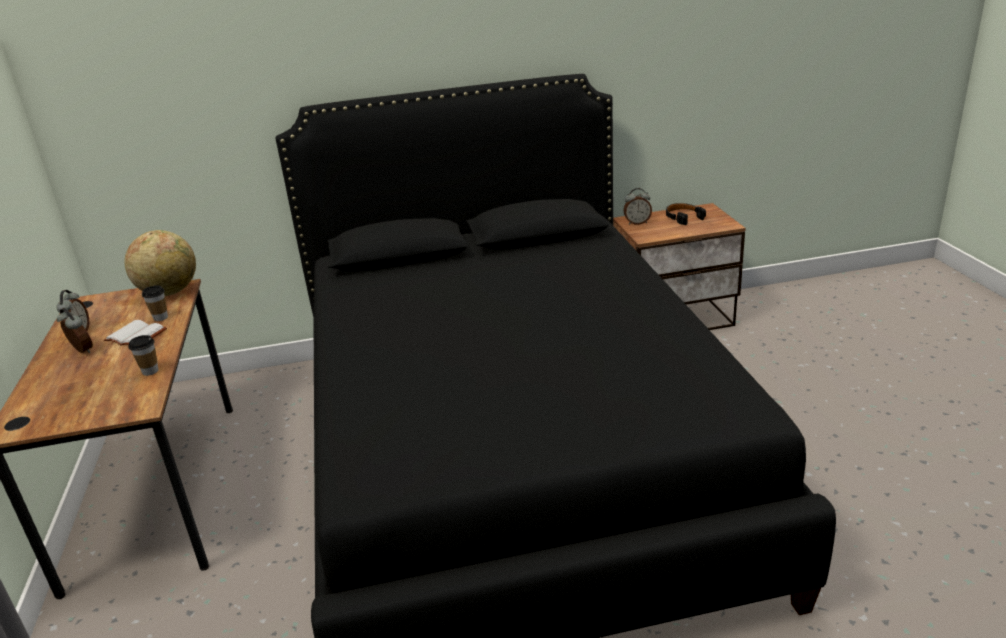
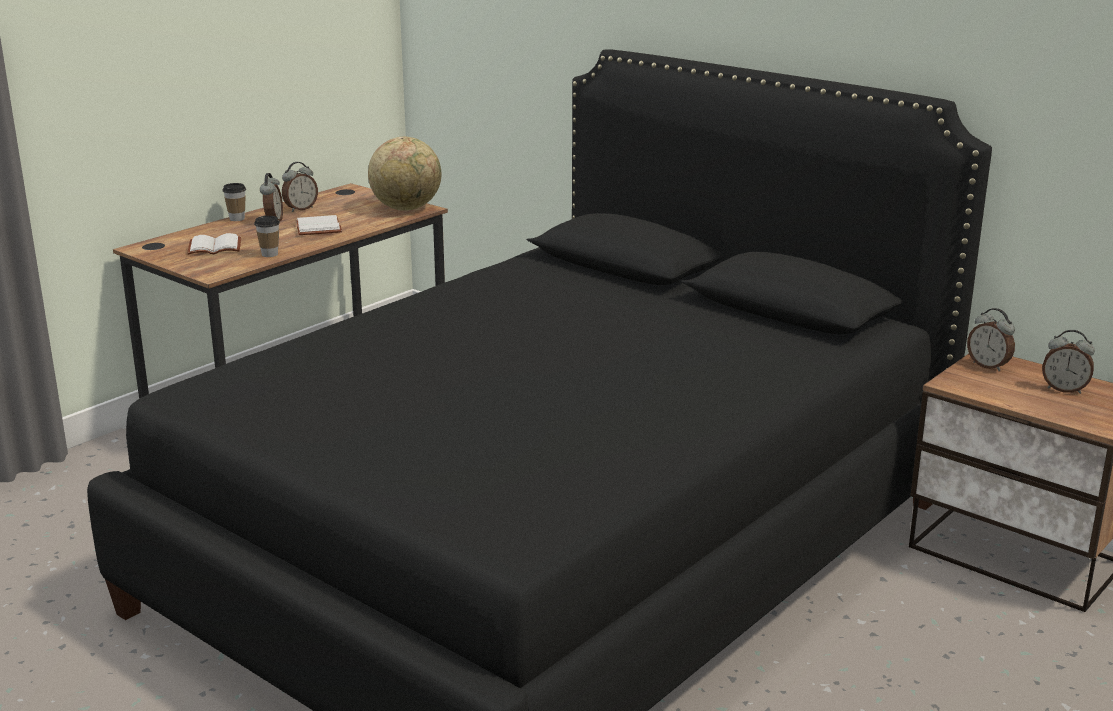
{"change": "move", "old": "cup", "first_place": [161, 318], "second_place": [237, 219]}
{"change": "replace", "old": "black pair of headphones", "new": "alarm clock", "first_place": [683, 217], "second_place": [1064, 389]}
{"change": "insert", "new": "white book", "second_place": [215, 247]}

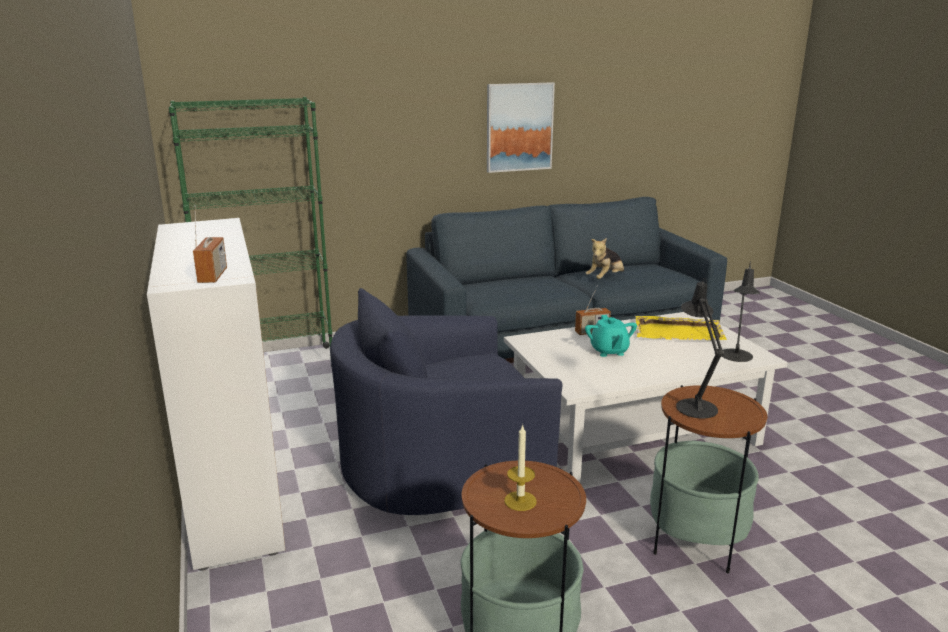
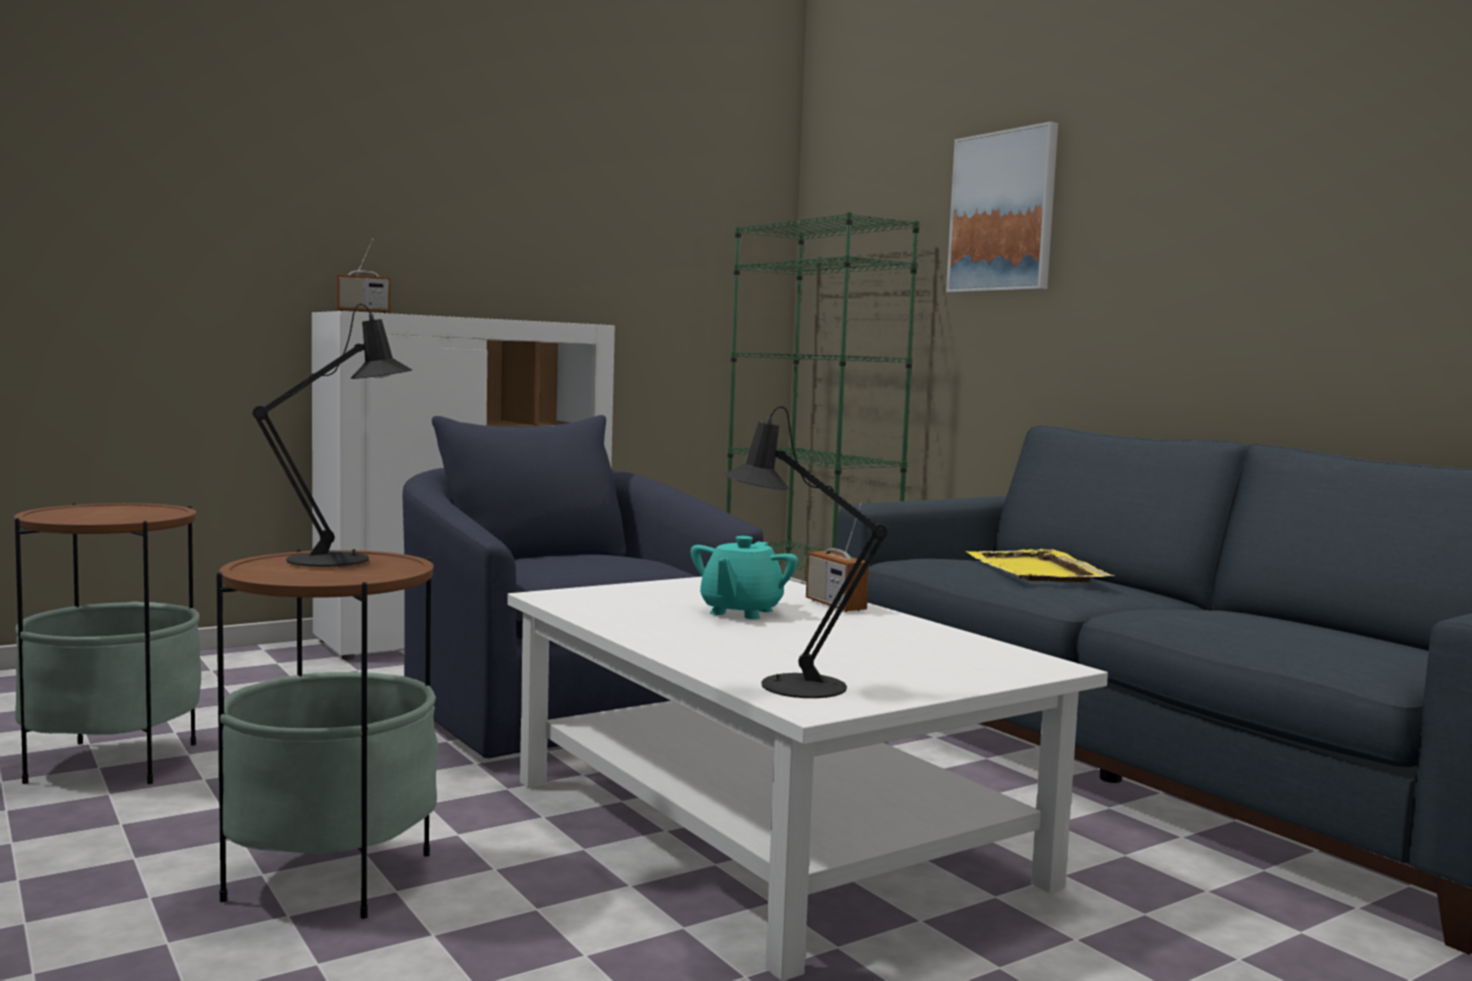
{"change": "move", "old": "wall art", "first_place": [519, 127], "second_place": [1003, 212]}
{"change": "delete", "old": "candle", "first_place": [520, 501]}
{"change": "delete", "old": "plush toy", "first_place": [605, 278]}
{"change": "rotate", "old": "blue-green pot for tea", "first_place": [609, 351], "second_place": [740, 612], "degrees": -45}
{"change": "move", "old": "yellow carrying tray", "first_place": [679, 332], "second_place": [1035, 571]}

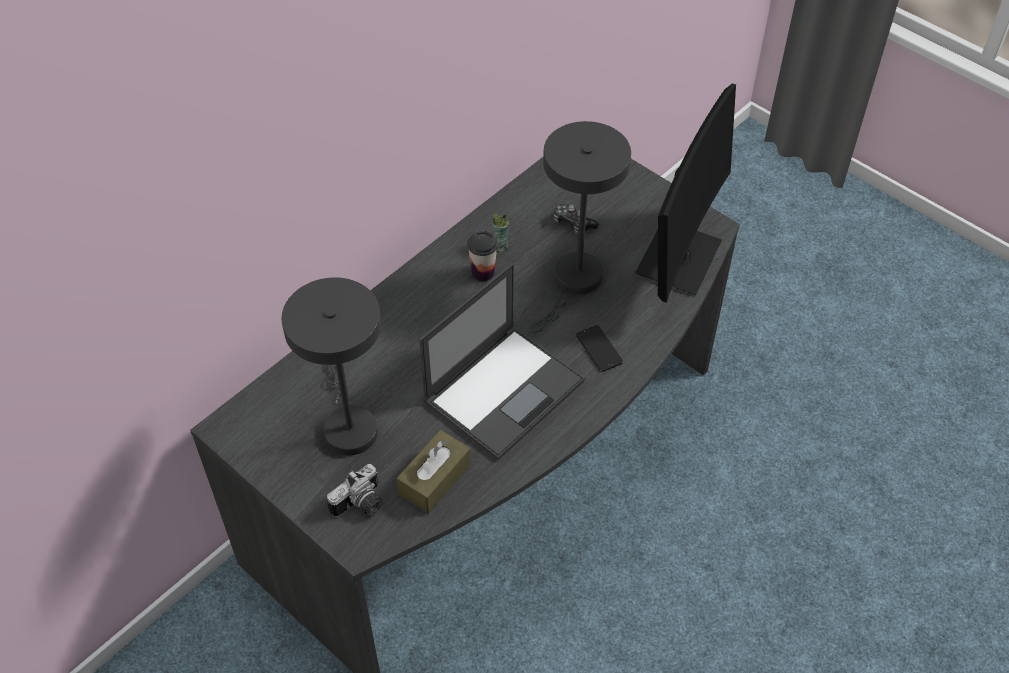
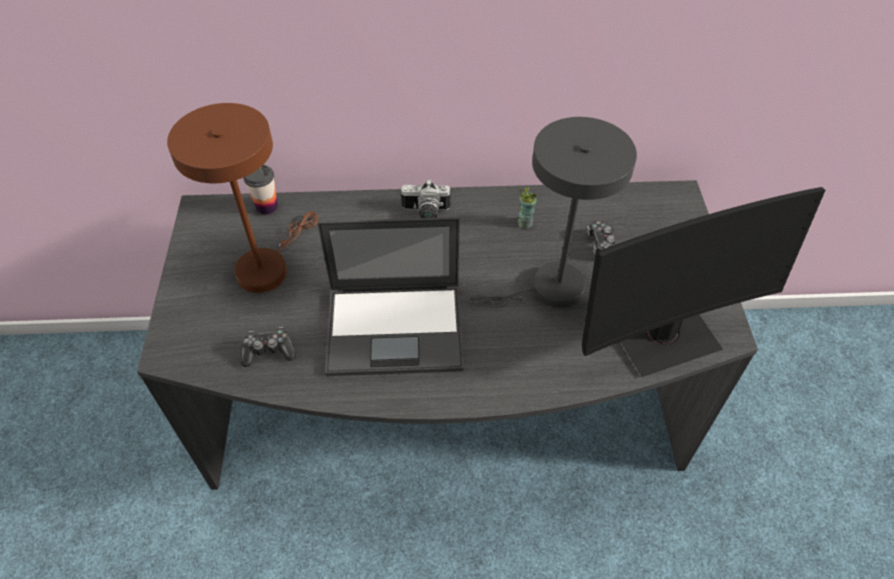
{"change": "recolor", "old": "gray lamp for a table", "new": "brown-coloured lamp for a table", "first_place": [348, 425], "second_place": [267, 266]}
{"change": "move", "old": "still camera", "first_place": [361, 505], "second_place": [425, 213]}
{"change": "replace", "old": "brown-coloured tissue box", "new": "game controller", "first_place": [434, 479], "second_place": [268, 351]}
{"change": "move", "old": "cup", "first_place": [483, 272], "second_place": [267, 206]}
{"change": "delete", "old": "telephone", "first_place": [599, 349]}

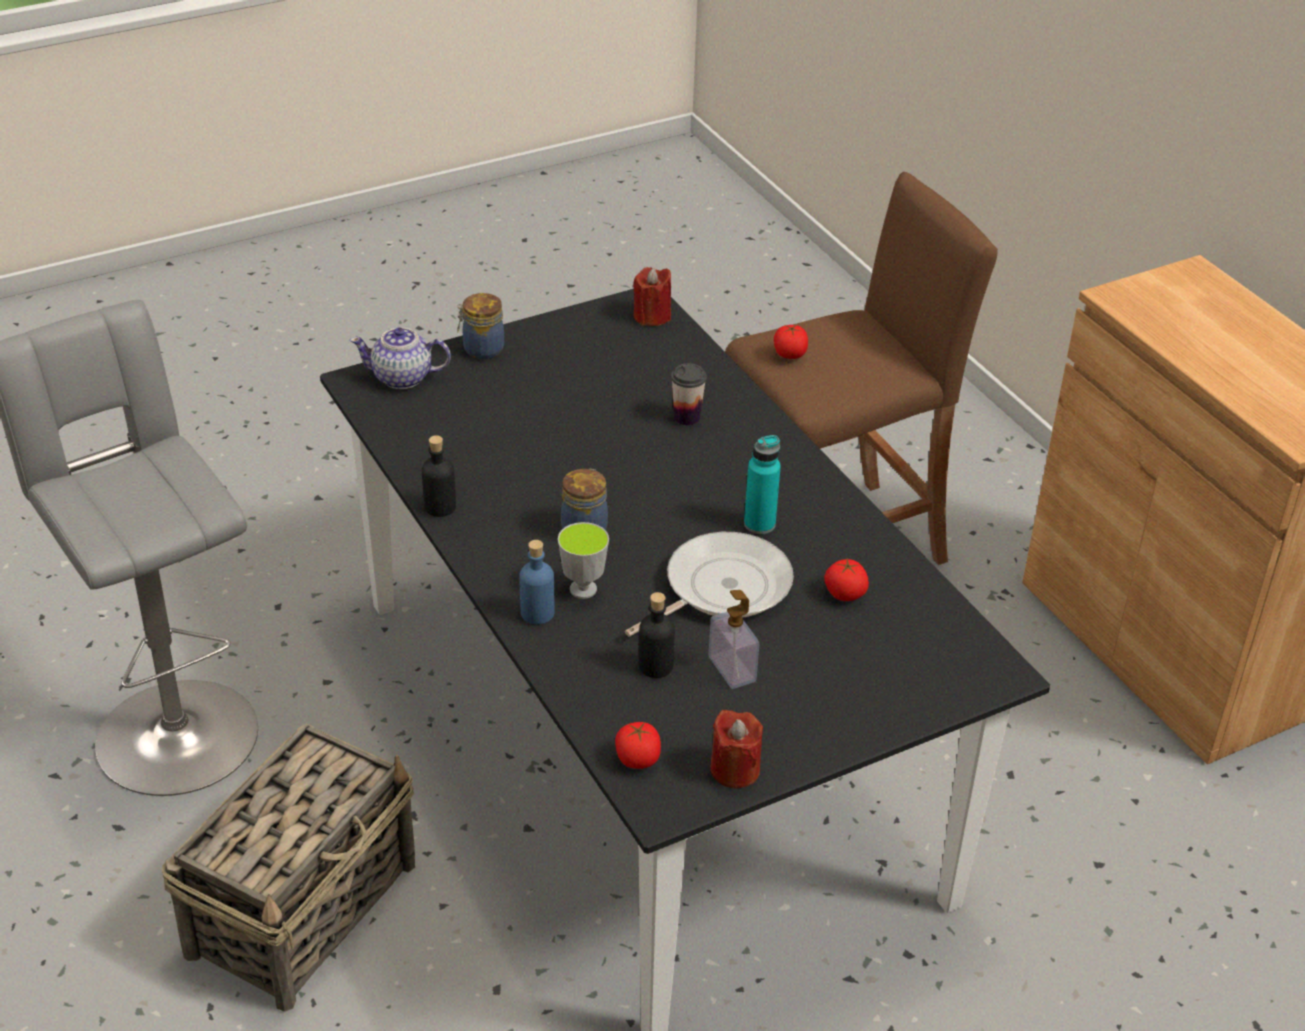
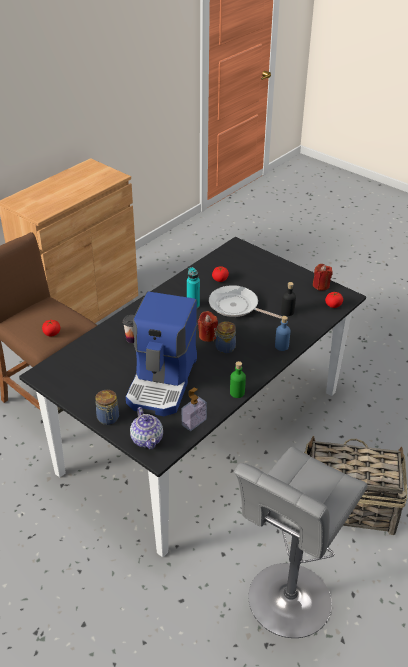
{"change": "recolor", "old": "black beverage bottle", "new": "green beverage bottle", "first_place": [440, 507], "second_place": [237, 393]}
{"change": "delete", "old": "cup", "first_place": [583, 589]}
{"change": "move", "old": "reddish candle", "first_place": [652, 316], "second_place": [207, 335]}
{"change": "move", "old": "soap bottle", "first_place": [732, 669], "second_place": [194, 422]}
{"change": "insert", "new": "coffee machine", "second_place": [163, 382]}

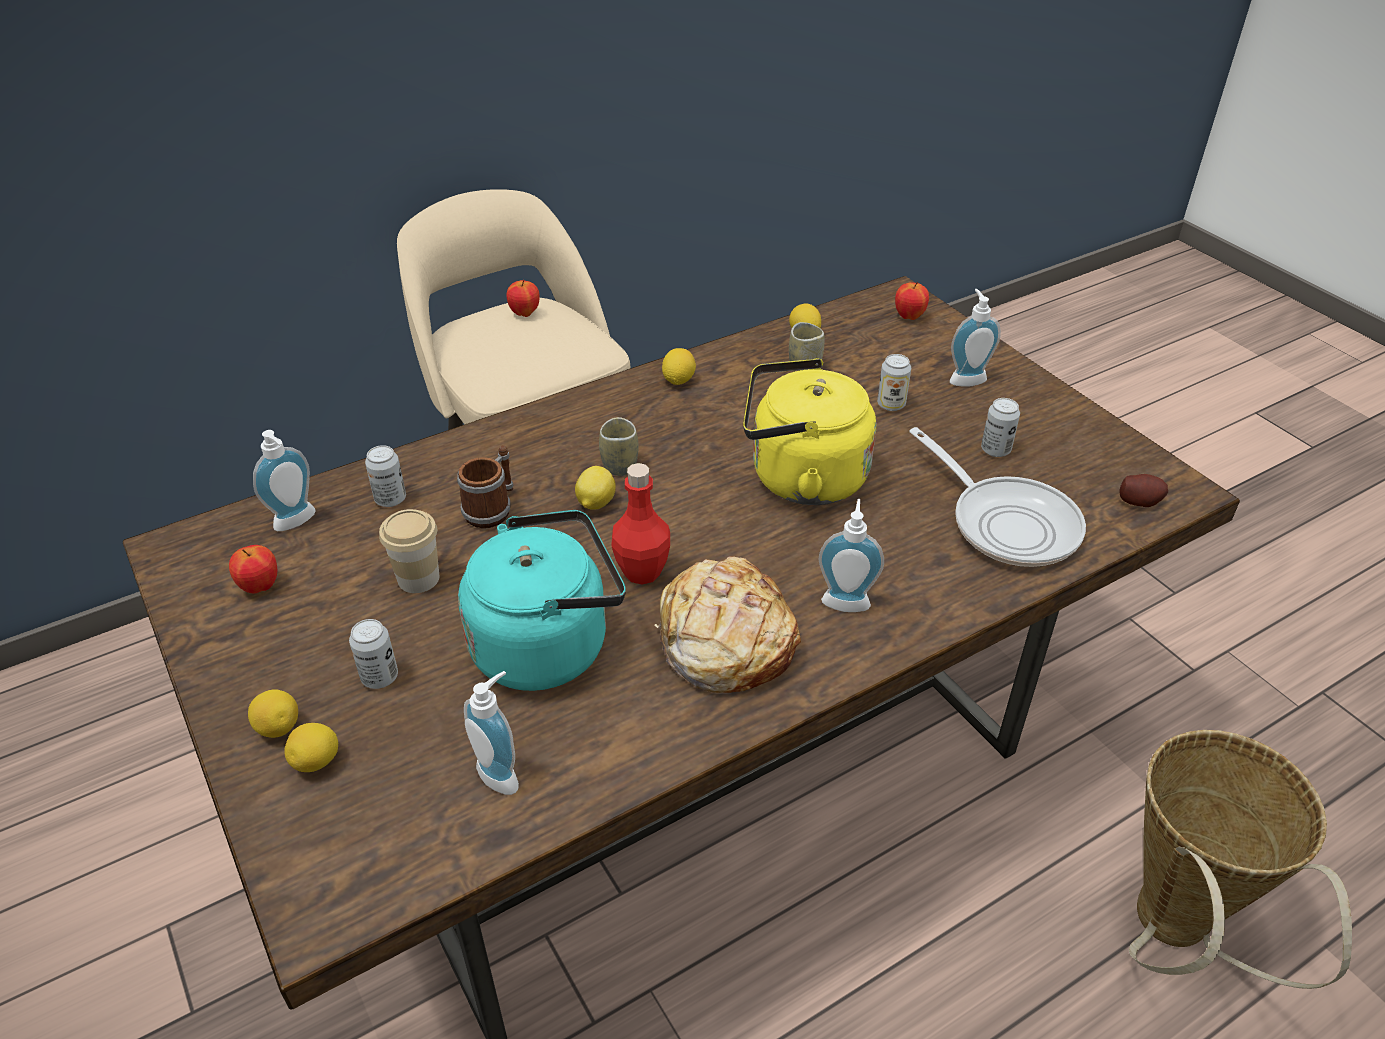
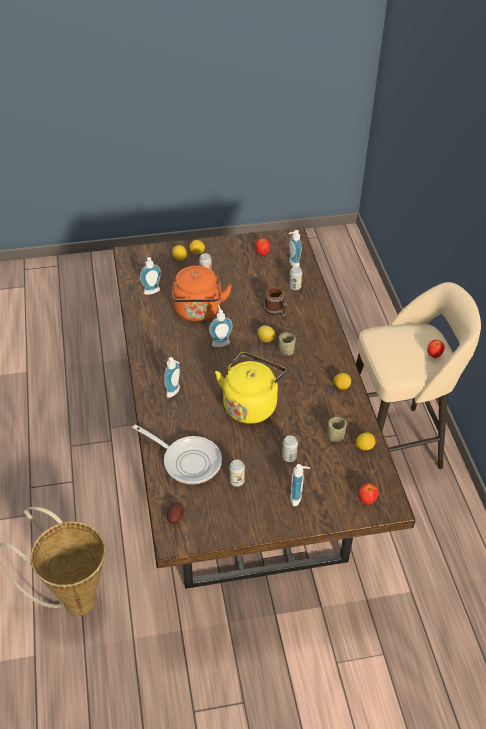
{"change": "delete", "old": "cup", "first_place": [418, 578]}
{"change": "recolor", "old": "blue-green water kettle", "new": "orange-coloured water kettle", "first_place": [548, 645], "second_place": [198, 311]}
{"change": "replace", "old": "reddish beverage bottle", "new": "soap bottle", "first_place": [642, 571], "second_place": [220, 342]}
{"change": "delete", "old": "bakery bread", "first_place": [724, 641]}
{"change": "rotate", "old": "skillet", "first_place": [1007, 523], "second_place": [188, 461], "degrees": -135}

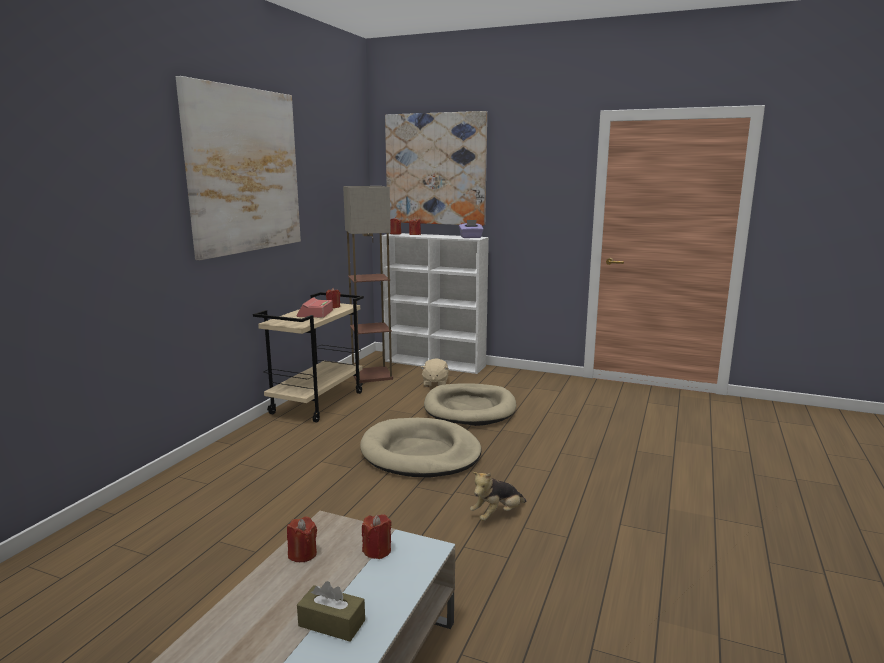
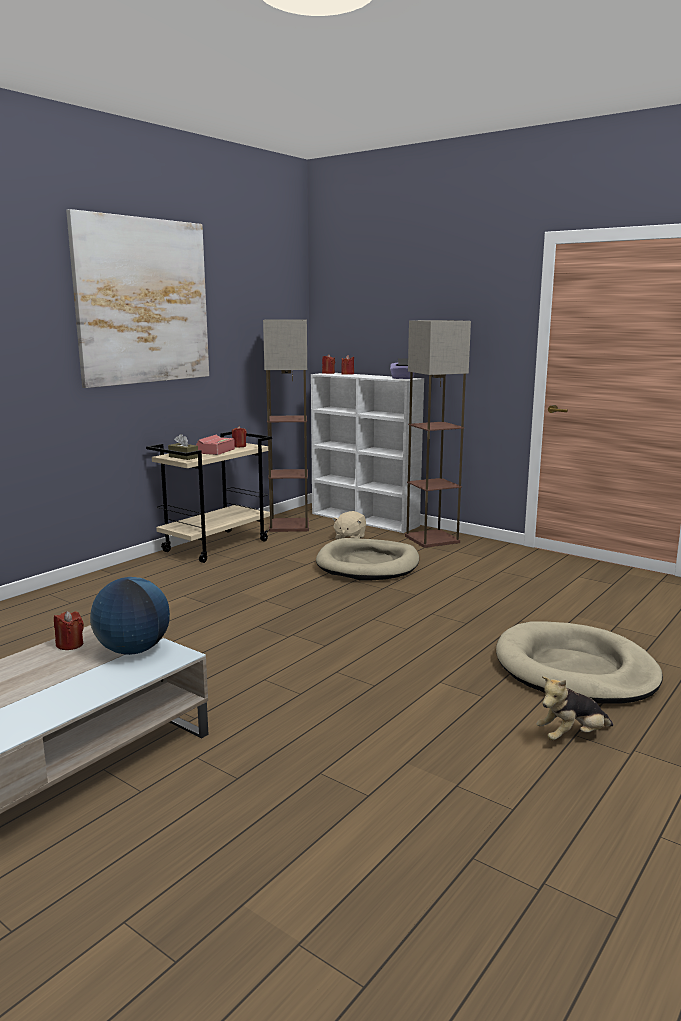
{"change": "move", "old": "brown-coloured tissue box", "first_place": [332, 623], "second_place": [183, 457]}
{"change": "move", "old": "sand-coloured dog bed", "first_place": [420, 453], "second_place": [575, 670]}
{"change": "replace", "old": "reddish candle", "new": "world globe", "first_place": [377, 551], "second_place": [133, 650]}
{"change": "delete", "old": "wall art", "first_place": [435, 169]}
{"change": "move", "old": "plush toy", "first_place": [497, 515], "second_place": [572, 736]}
{"change": "insert", "new": "standard lamp", "second_place": [433, 539]}

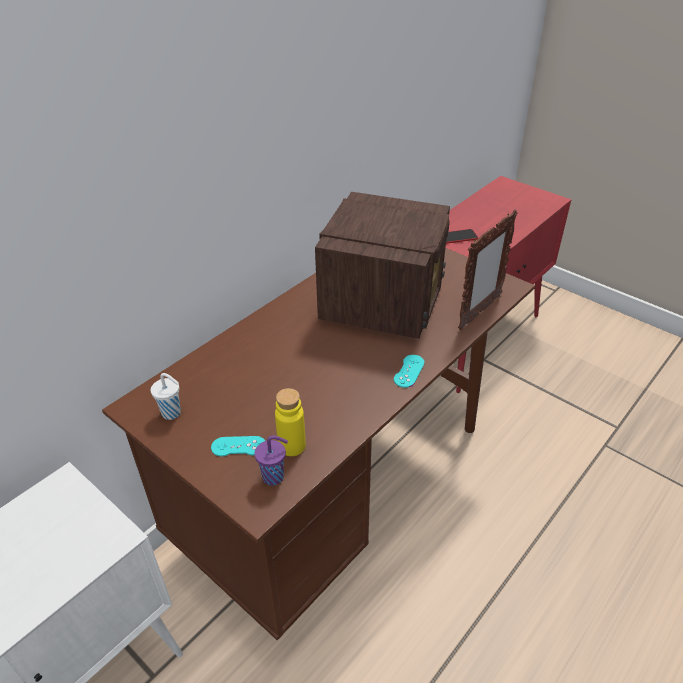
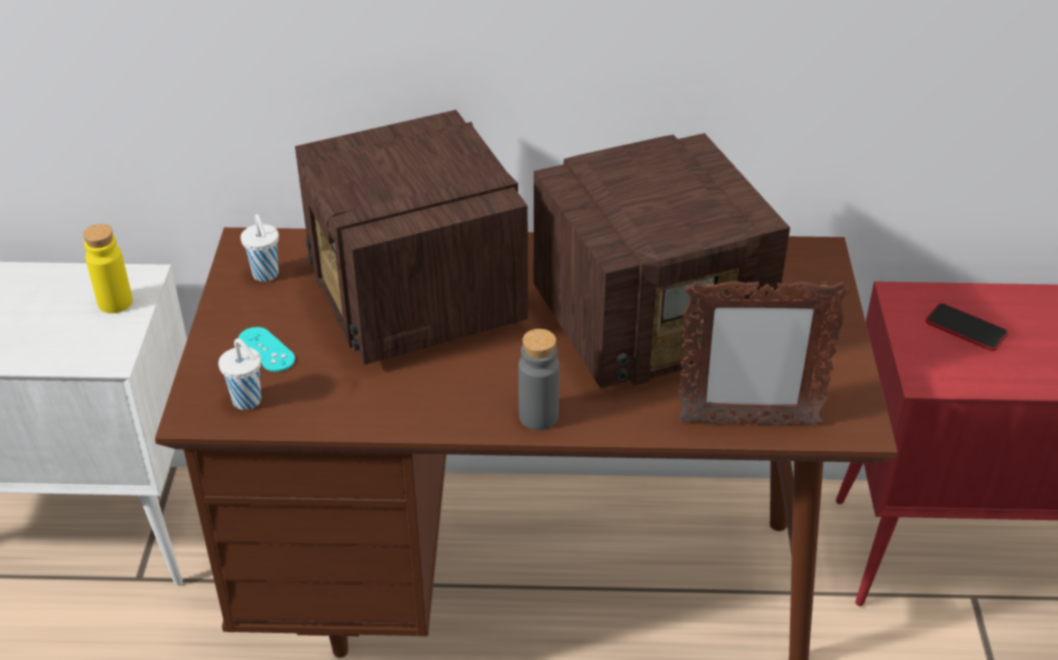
{"change": "recolor", "old": "purple-coloured cup", "new": "white cup", "first_place": [274, 477], "second_place": [248, 401]}
{"change": "move", "old": "yellow beverage bottle", "first_place": [292, 446], "second_place": [115, 302]}
{"change": "replace", "old": "blue-green game controller", "new": "gray beverage bottle", "first_place": [409, 371], "second_place": [538, 416]}
{"change": "insert", "new": "radio", "second_place": [416, 301]}

